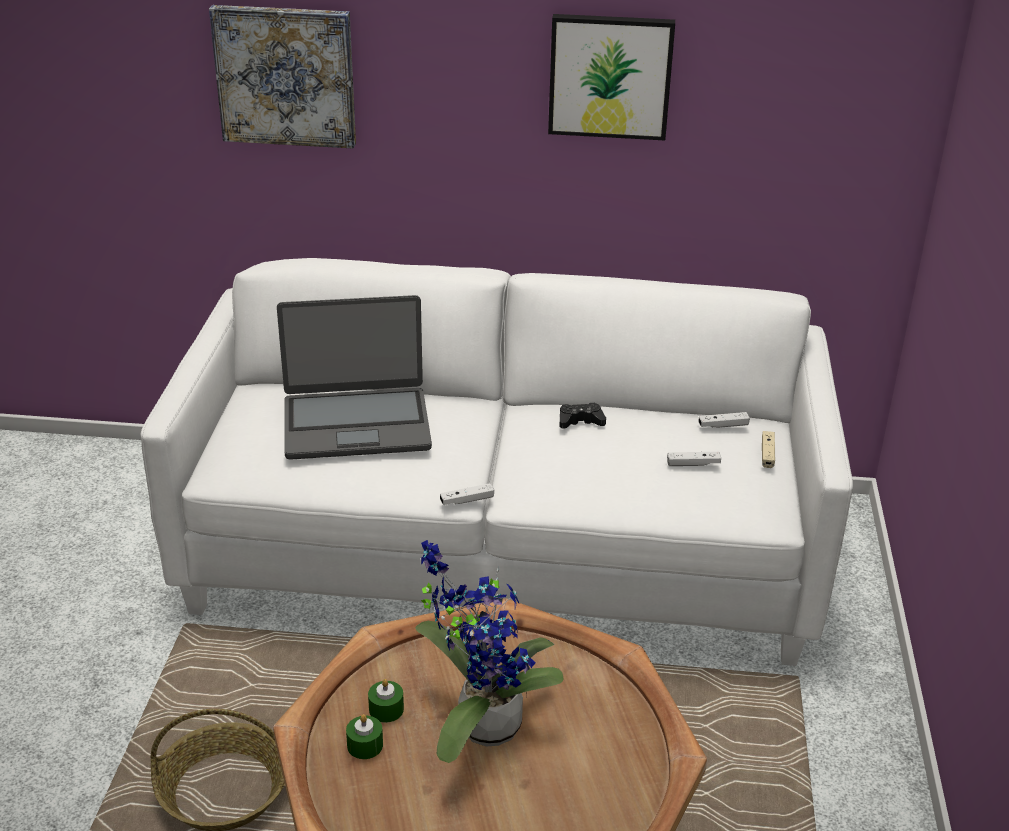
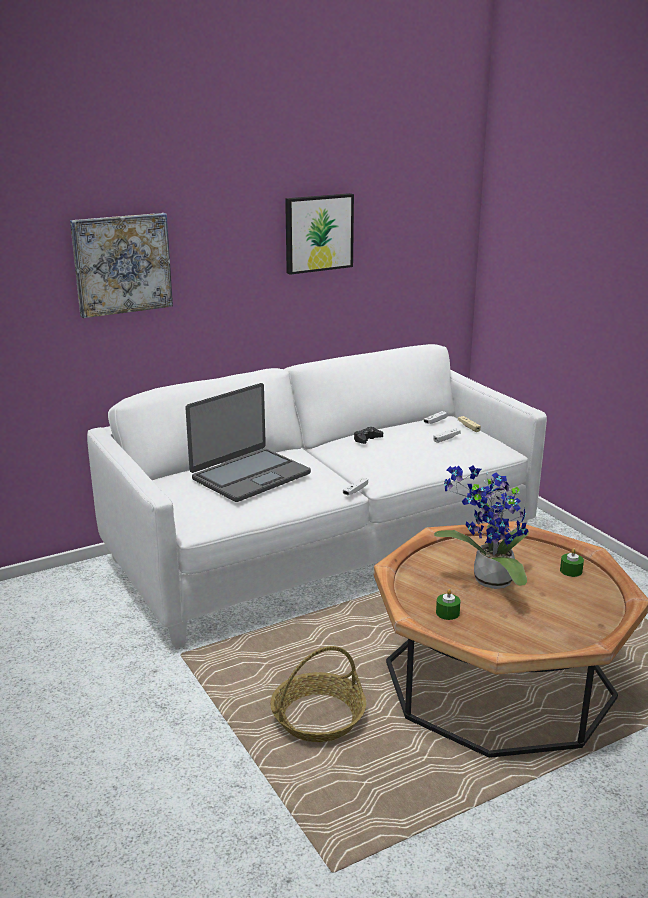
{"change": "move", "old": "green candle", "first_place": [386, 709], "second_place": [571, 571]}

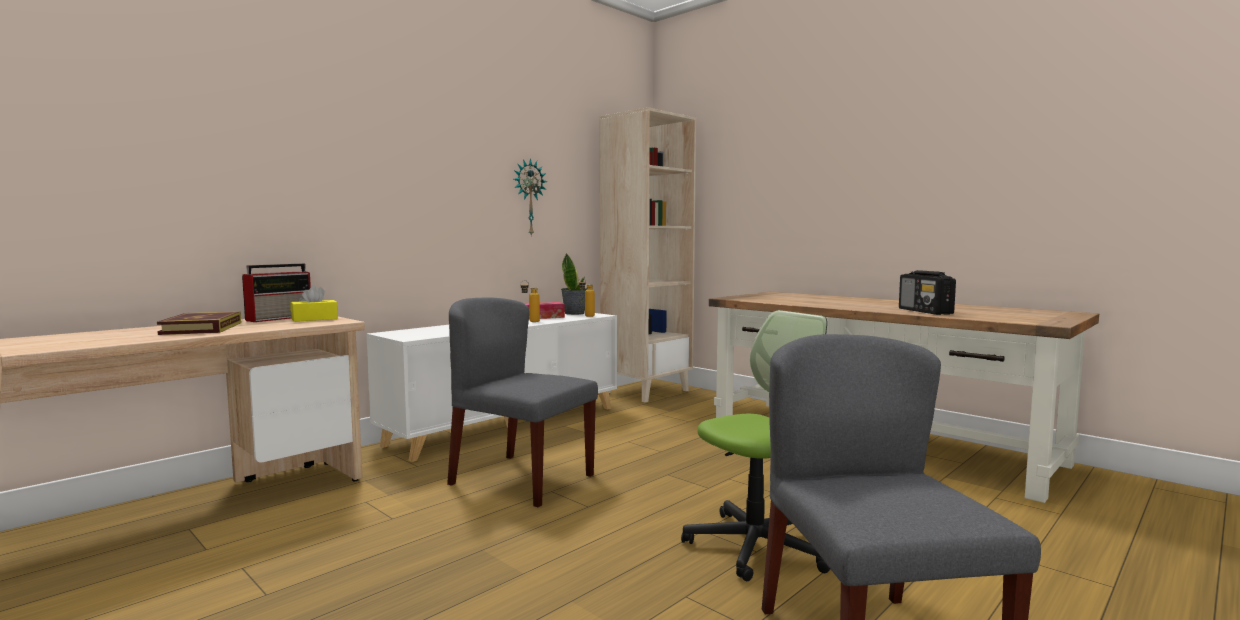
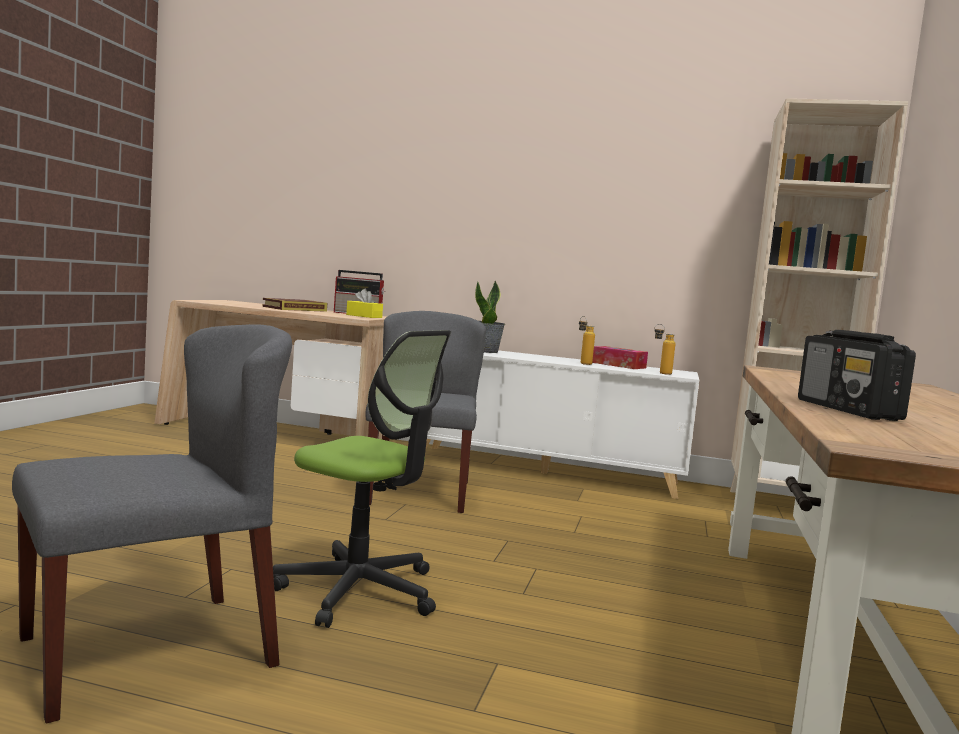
{"change": "delete", "old": "clock on the wall", "first_place": [528, 198]}
{"change": "move", "old": "potted plant", "first_place": [575, 313], "second_place": [486, 351]}
{"change": "rotate", "old": "radio", "first_place": [925, 311], "second_place": [848, 411], "degrees": -60}

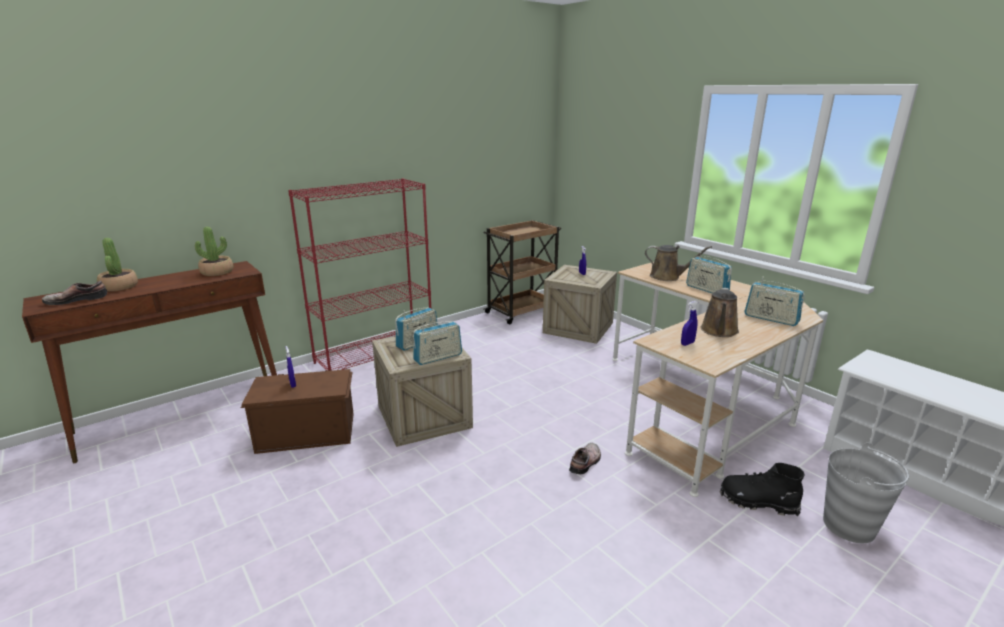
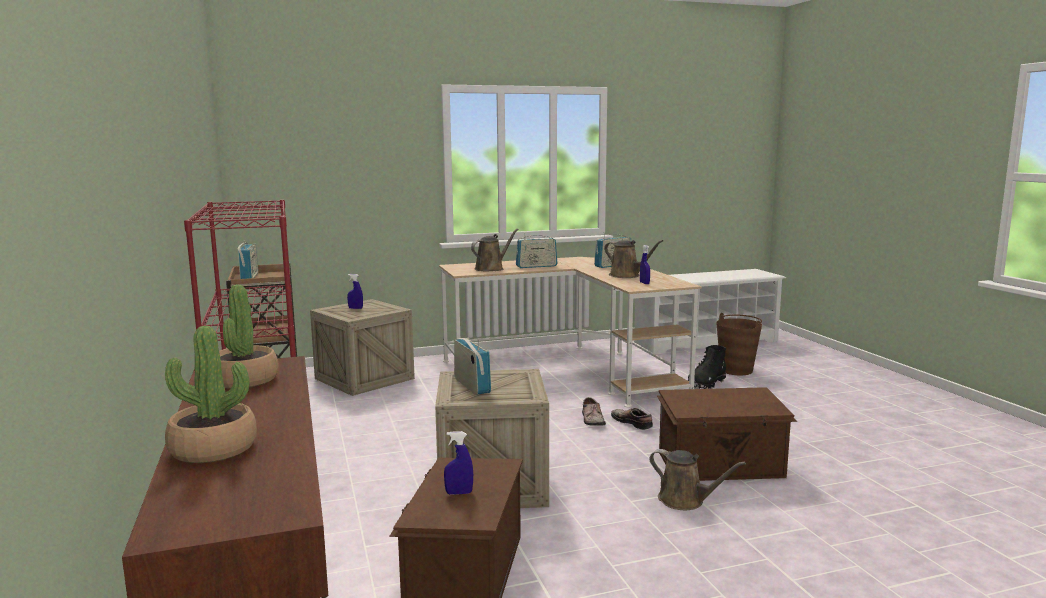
{"change": "move", "old": "shoe", "first_place": [77, 300], "second_place": [591, 419]}
{"change": "move", "old": "radio", "first_place": [438, 357], "second_place": [249, 277]}
{"change": "recolor", "old": "gray bucket", "new": "brown-coloured bucket", "first_place": [849, 526], "second_place": [736, 370]}
{"change": "insert", "new": "brown-coloured sprinkling can", "second_place": [685, 501]}
{"change": "insert", "new": "brown-coloured storage bin", "second_place": [721, 465]}

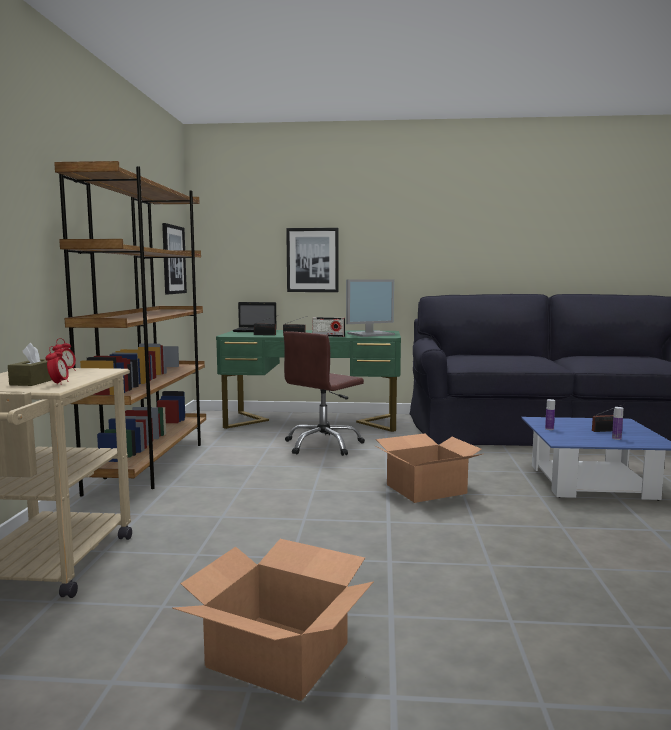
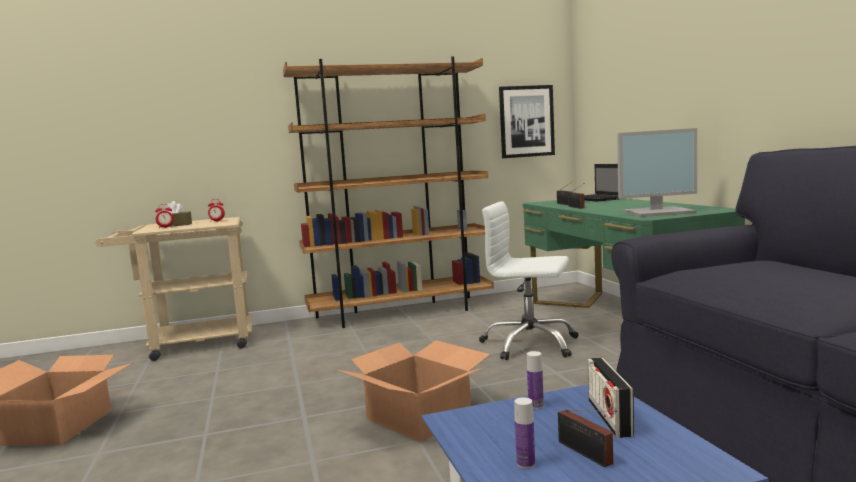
{"change": "recolor", "old": "brown-coloured office chair", "new": "white office chair", "first_place": [323, 445], "second_place": [529, 344]}
{"change": "delete", "old": "wall art", "first_place": [312, 260]}
{"change": "move", "old": "radio", "first_place": [328, 336], "second_place": [609, 418]}
{"change": "rotate", "old": "computer display", "first_place": [371, 334], "second_place": [659, 212], "degrees": -45}

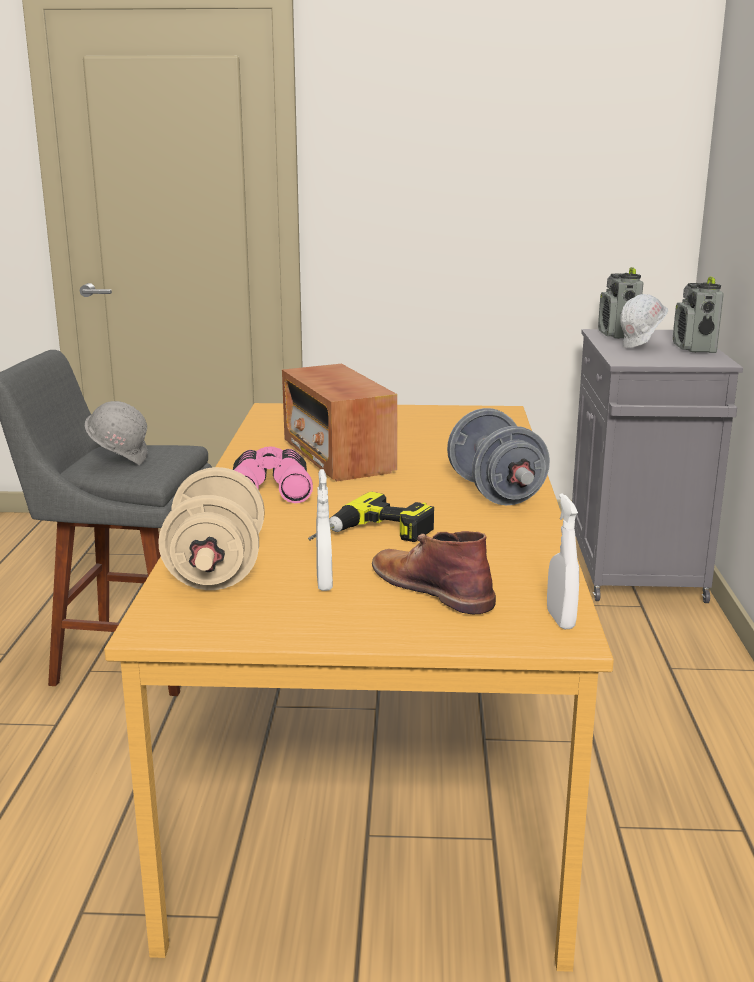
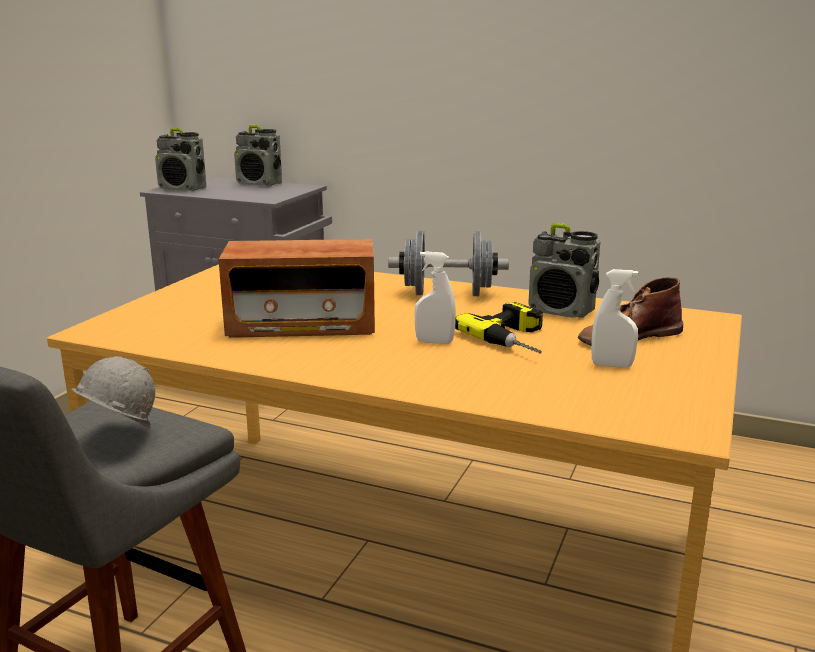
{"change": "delete", "old": "sand-coloured free weight", "first_place": [216, 570]}
{"change": "delete", "old": "pink-coloured field glasses", "first_place": [270, 489]}
{"change": "move", "old": "white sprayer", "first_place": [560, 620], "second_place": [434, 342]}
{"change": "delete", "old": "white hard hat", "first_place": [642, 347]}
{"change": "insert", "new": "radio", "second_place": [561, 311]}

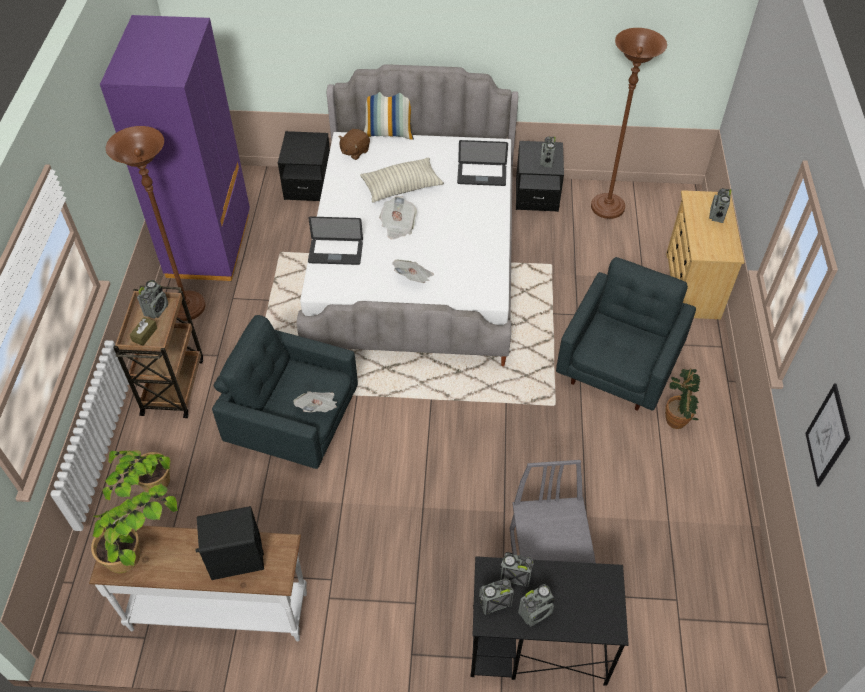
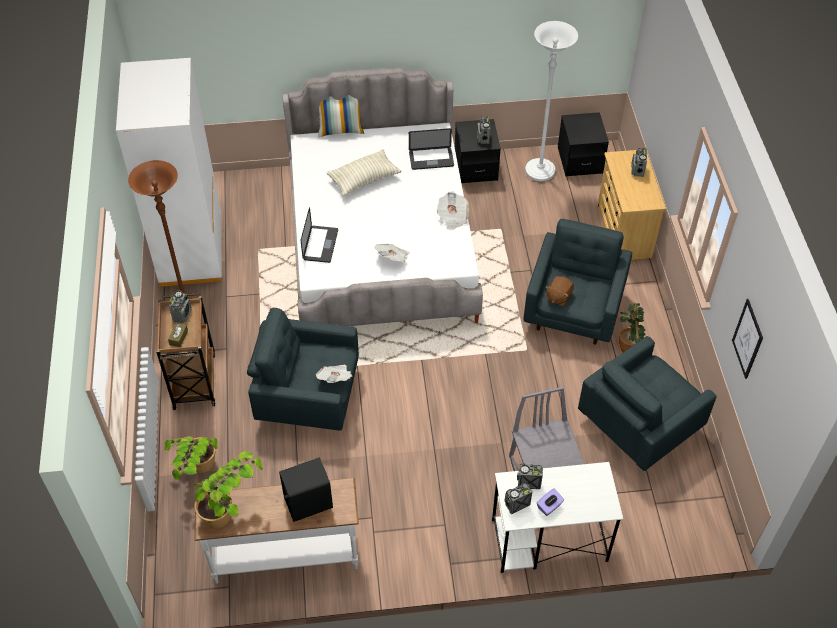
{"change": "recolor", "old": "purple-coloured wardrobe", "new": "white wardrobe", "first_place": [209, 246], "second_place": [192, 252]}
{"change": "move", "old": "black bedside table", "first_place": [308, 185], "second_place": [580, 160]}
{"change": "rotate", "old": "notebook computer", "first_place": [335, 252], "second_place": [320, 245], "degrees": -75}
{"change": "move", "old": "brown-coloured plush toy", "first_place": [354, 151], "second_place": [558, 297]}
{"change": "move", "old": "newspaper", "first_place": [398, 226], "second_place": [452, 217]}
{"change": "recolor", "old": "black desk table", "new": "white desk table", "first_place": [537, 645], "second_place": [548, 540]}
{"change": "replace", "old": "radio", "new": "purple-coloured tissue box", "first_place": [535, 612], "second_place": [549, 506]}
{"change": "recolor", "old": "brown-coloured standard lamp", "new": "white standard lamp", "first_place": [607, 207], "second_place": [540, 171]}
{"change": "insert", "new": "gray lounge chair", "second_place": [638, 425]}

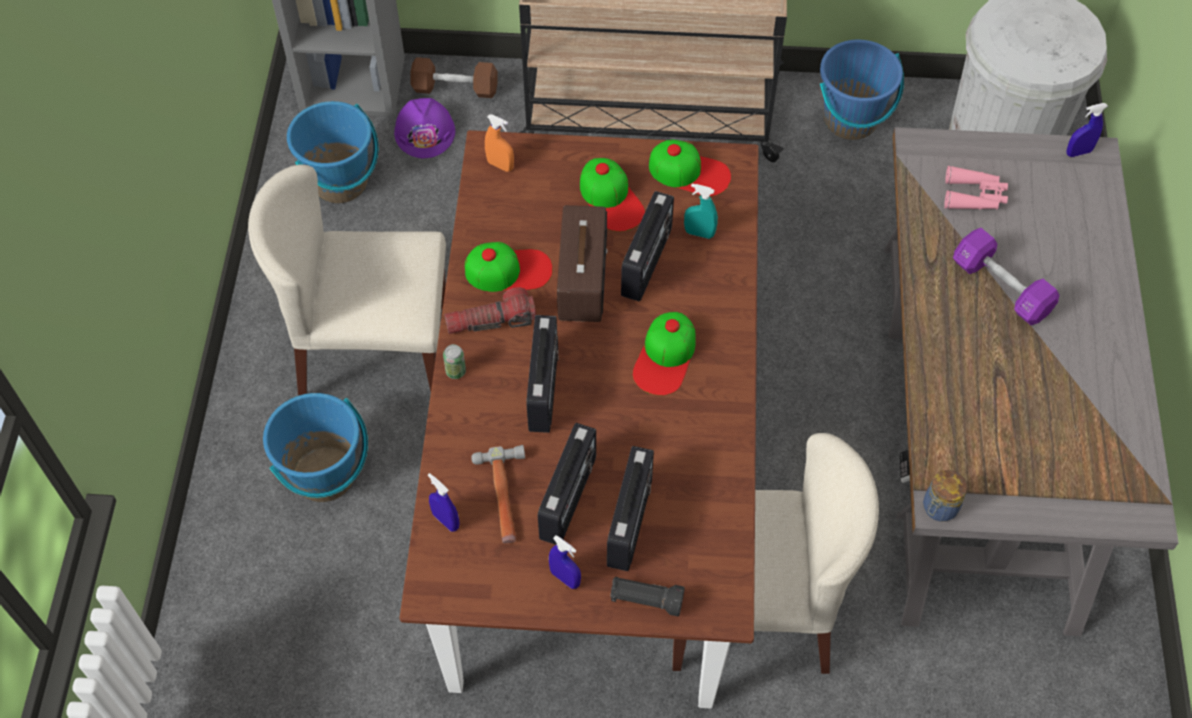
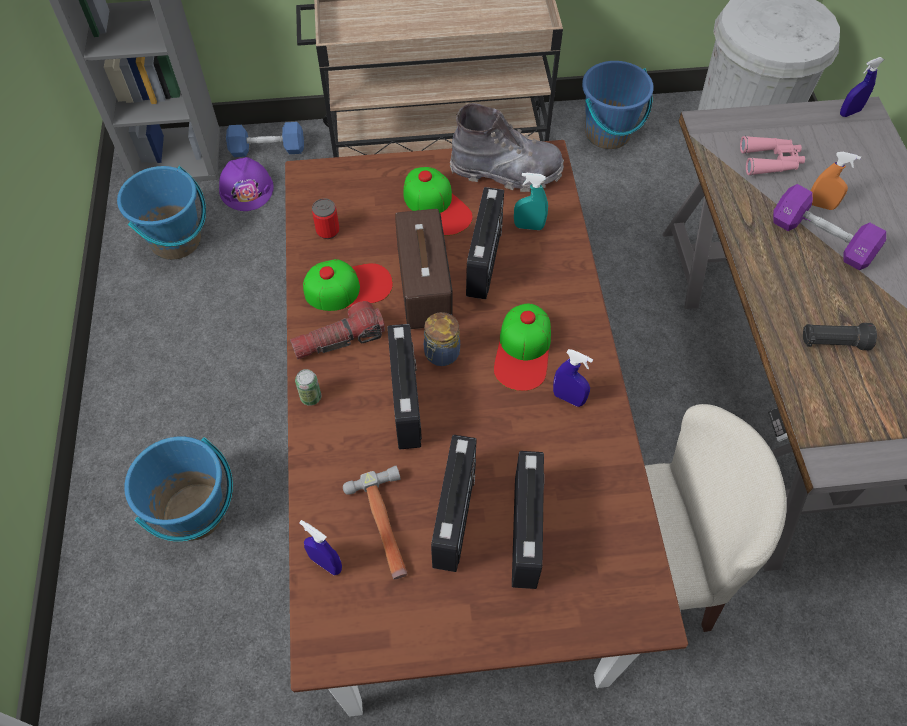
{"change": "delete", "old": "sand-coloured upright chair", "first_place": [373, 352]}
{"change": "recolor", "old": "brown-coloured free weight", "new": "blue-coloured free weight", "first_place": [455, 88], "second_place": [268, 149]}
{"change": "move", "old": "orange-coloured sprayer", "first_place": [500, 165], "second_place": [821, 205]}
{"change": "move", "old": "blue-coloured sprayer", "first_place": [565, 578], "second_place": [568, 398]}
{"change": "move", "old": "black flashlight", "first_place": [646, 600], "second_place": [832, 342]}
{"change": "replace", "old": "peaked cap", "new": "gray tall boot", "first_place": [689, 172], "second_place": [506, 172]}
{"change": "move", "old": "storage jar", "first_place": [939, 508], "second_place": [441, 354]}
{"change": "insert", "new": "can", "second_place": [328, 231]}

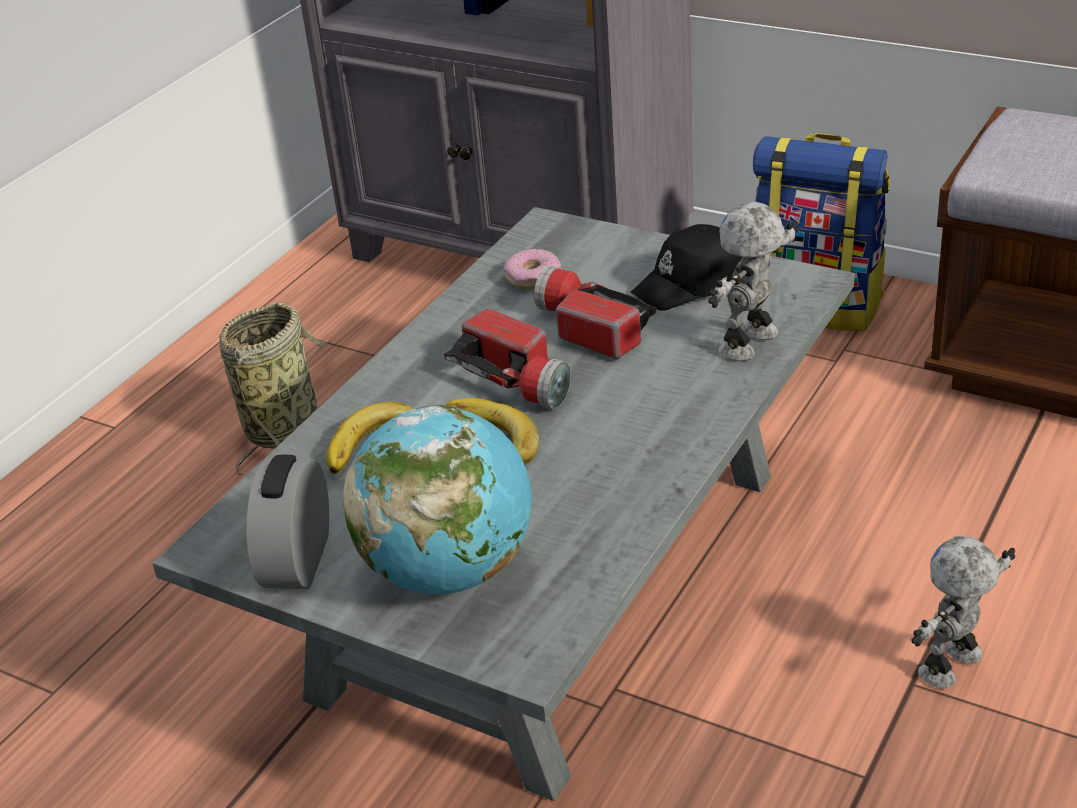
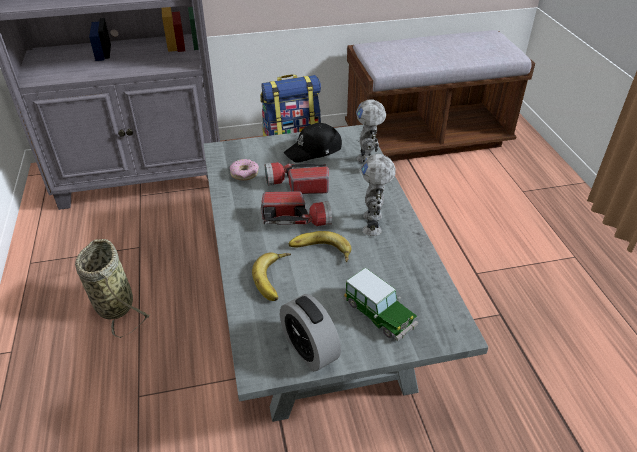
{"change": "replace", "old": "world globe", "new": "model car", "first_place": [449, 570], "second_place": [379, 314]}
{"change": "rotate", "old": "black peaked cap", "first_place": [693, 283], "second_place": [314, 150], "degrees": 45}
{"change": "move", "old": "toy robot", "first_place": [953, 666], "second_place": [374, 224]}

